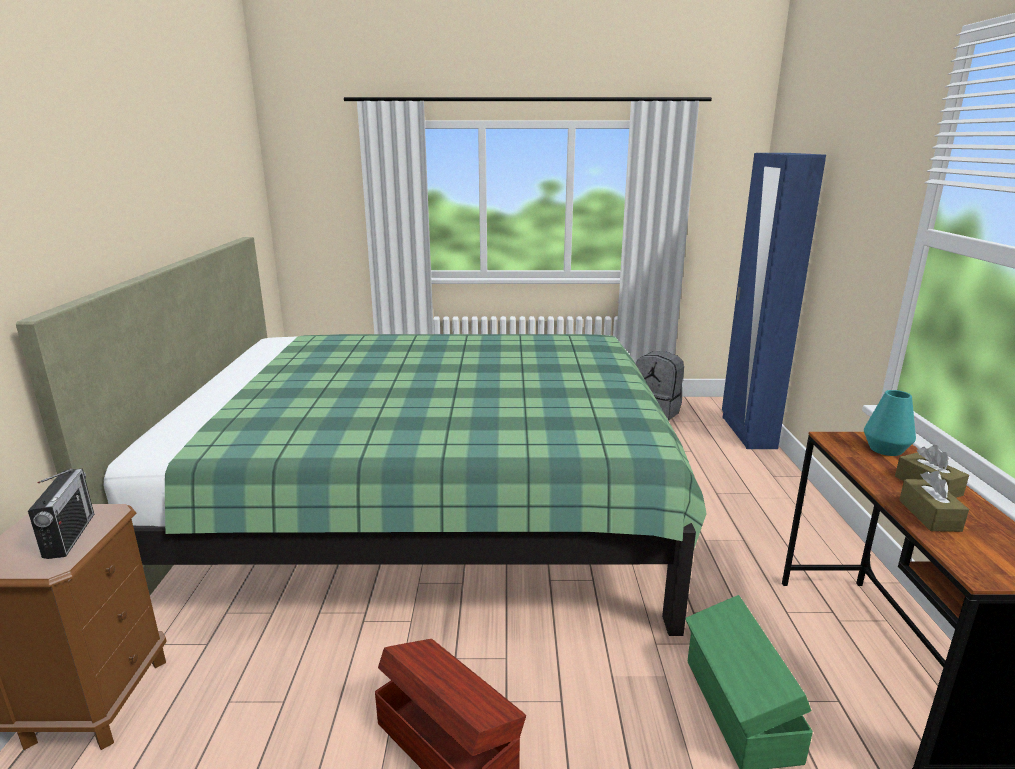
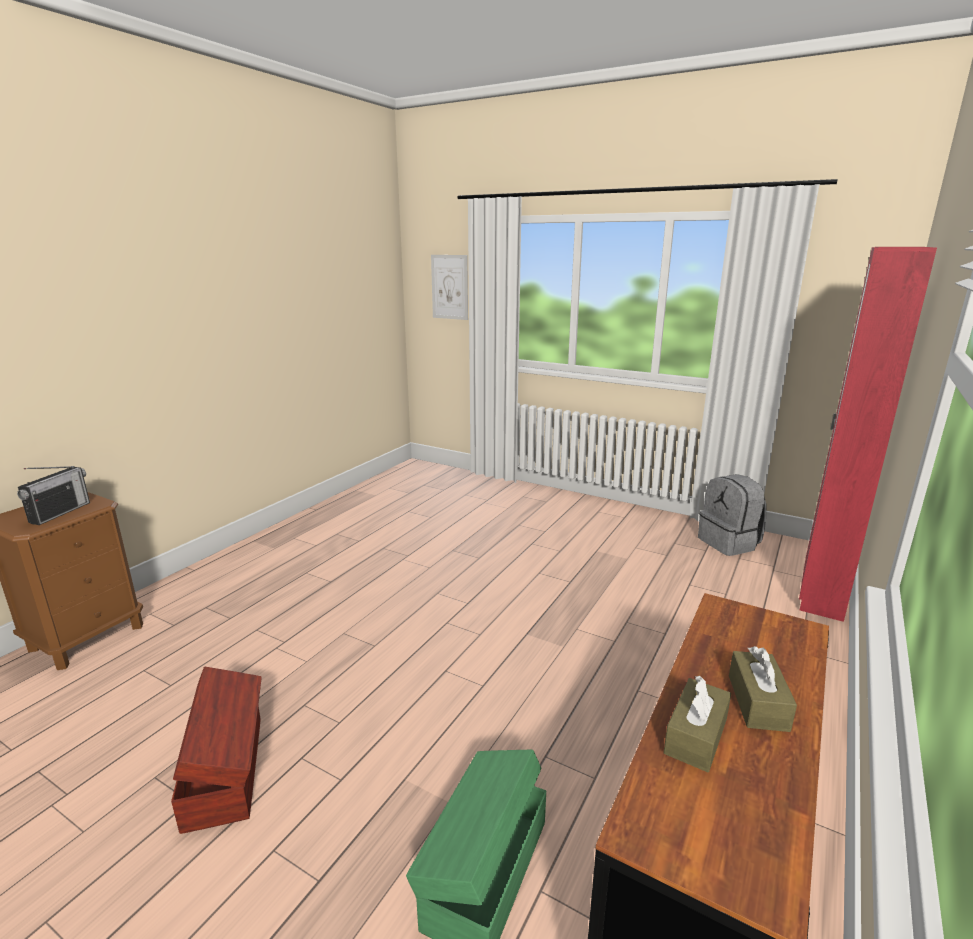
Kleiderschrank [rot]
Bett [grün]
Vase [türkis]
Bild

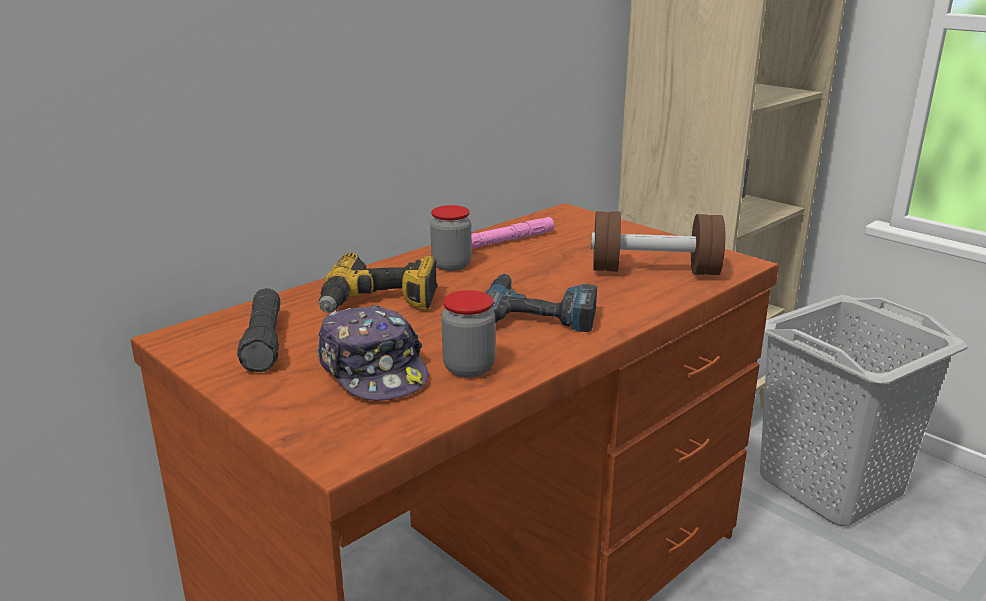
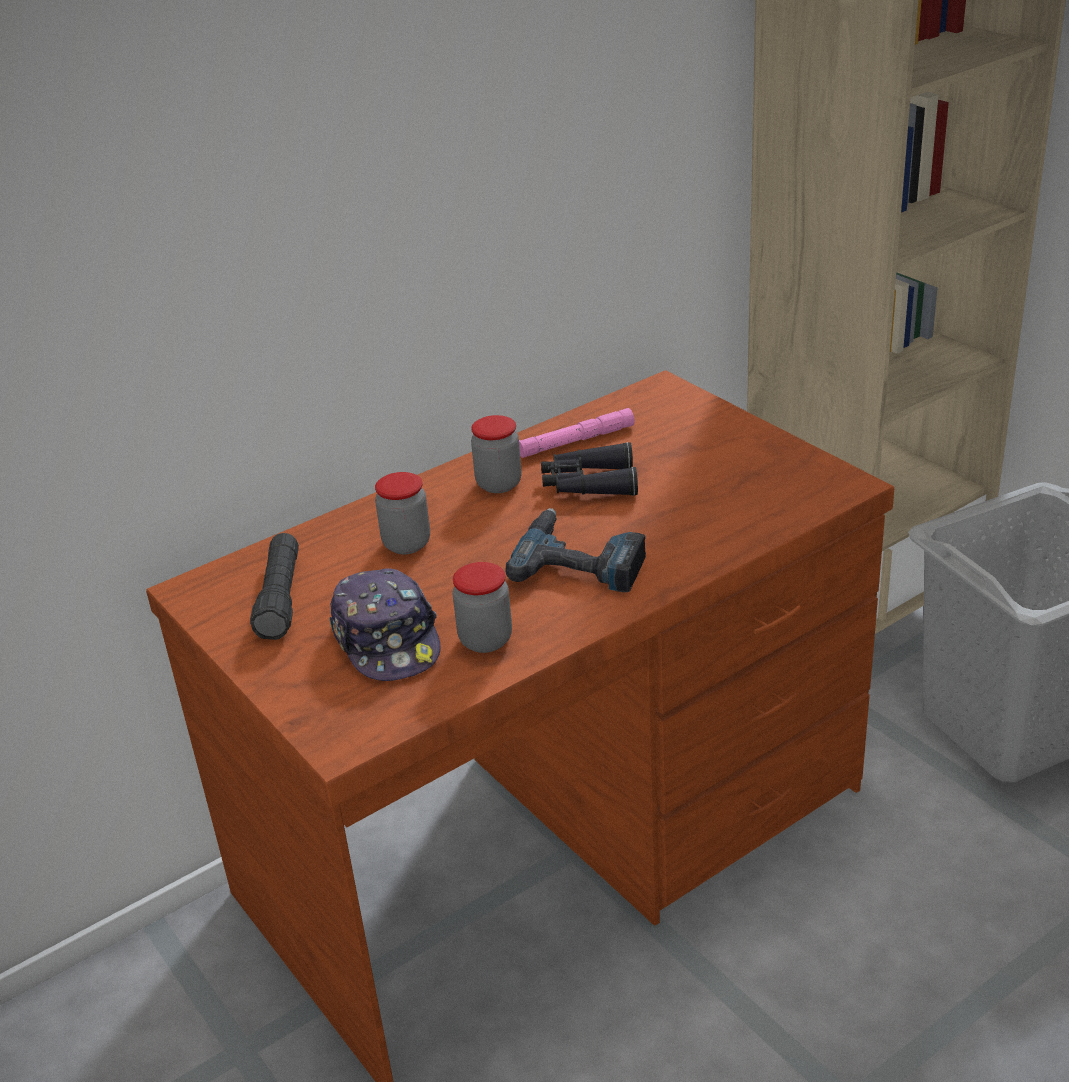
Hantel [braun]
Vorratsglas (no. 1 from left)
Fernglas [schwarz]

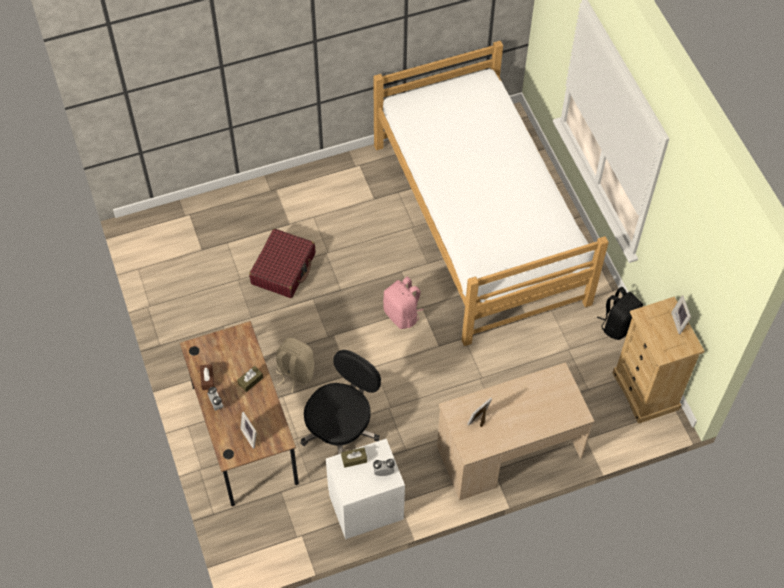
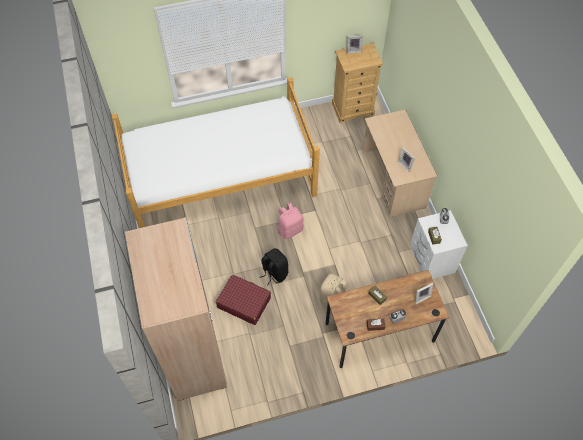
Rucksack [schwarz]
Bürostuhl [schwarz]
Kleiderschrank [beige]

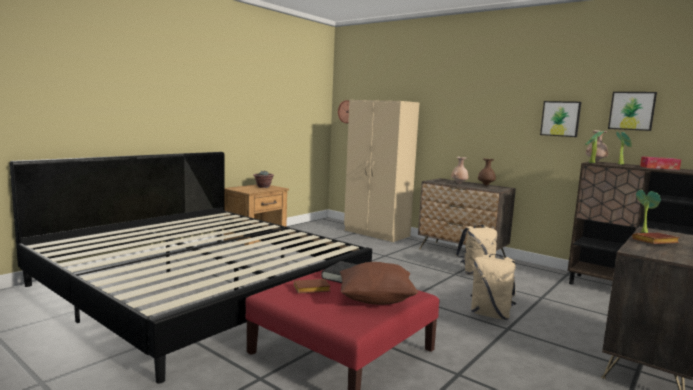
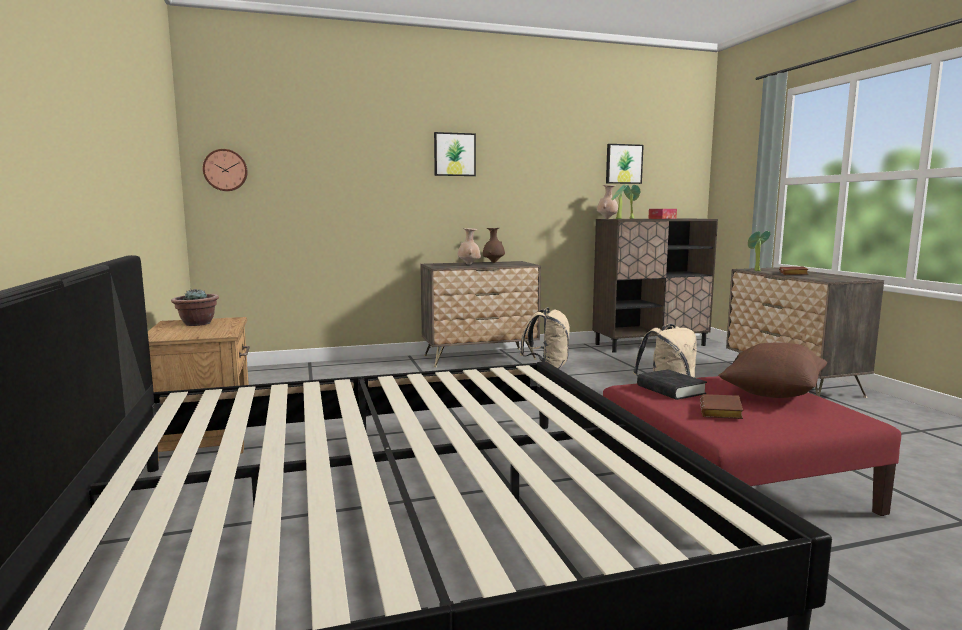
Kleiderschrank [beige]
Bild (no. 1 from left)

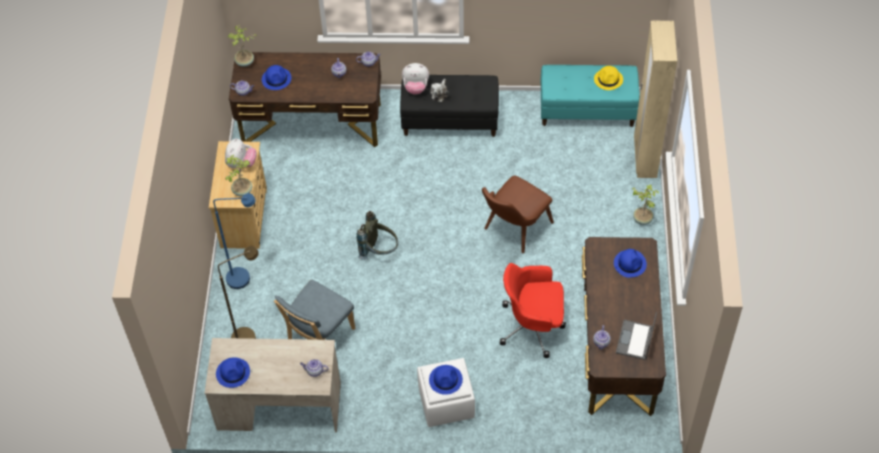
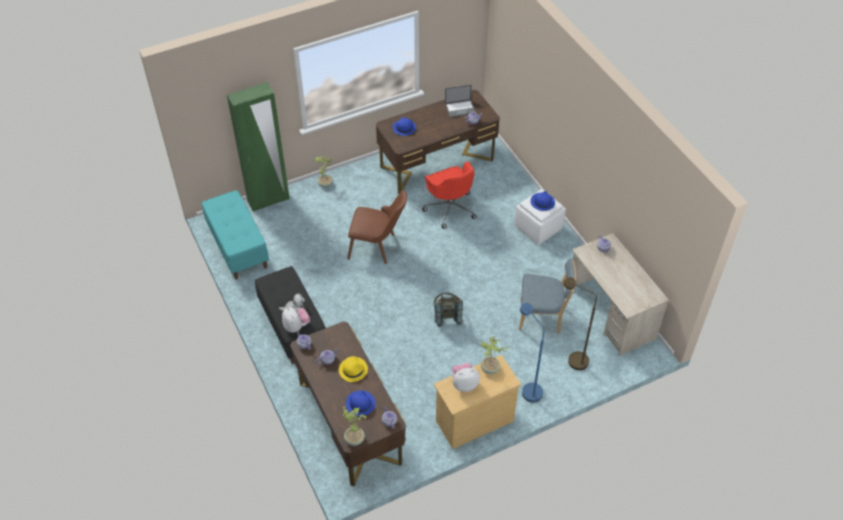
Kleiderschrank [grün]
Hut [gelb]
Hut [blau] (no. 1 from left in the first image)

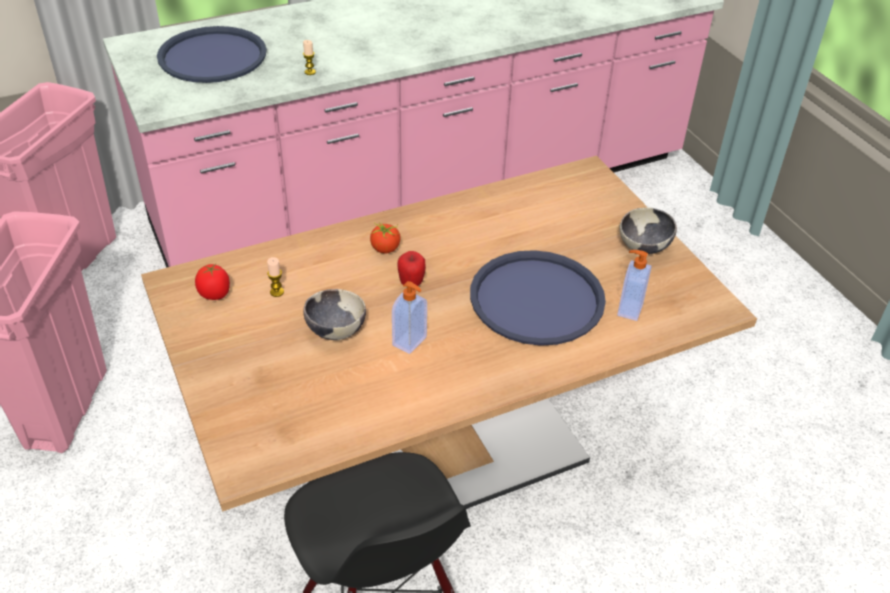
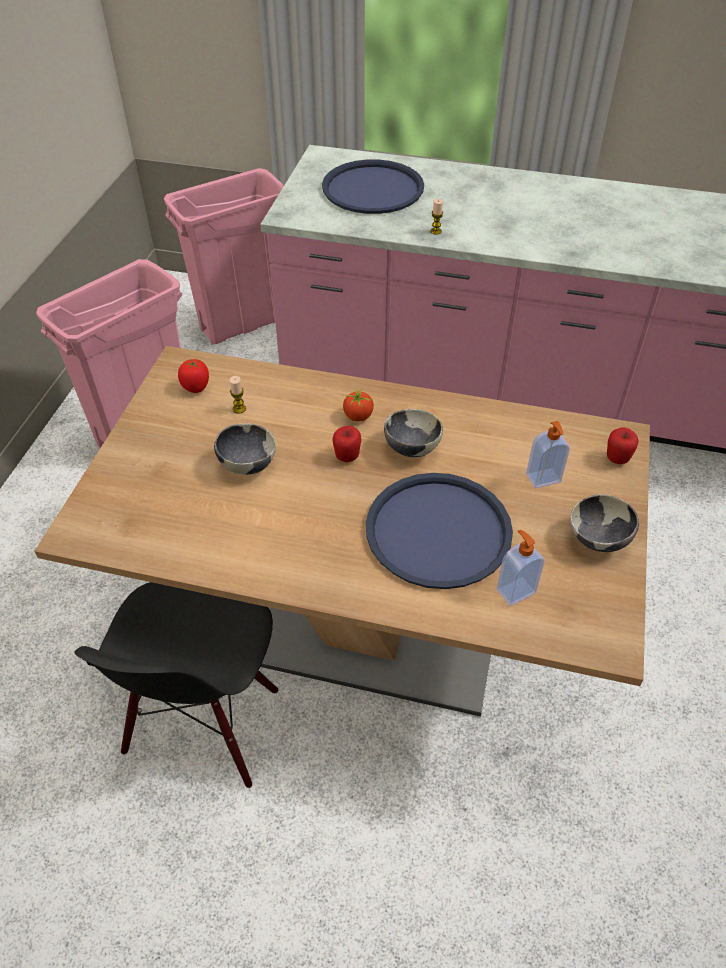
Seifenspender (no. 2 from left)
Schüssel (no. 2 from left)
Apfel (no. 2 from left)

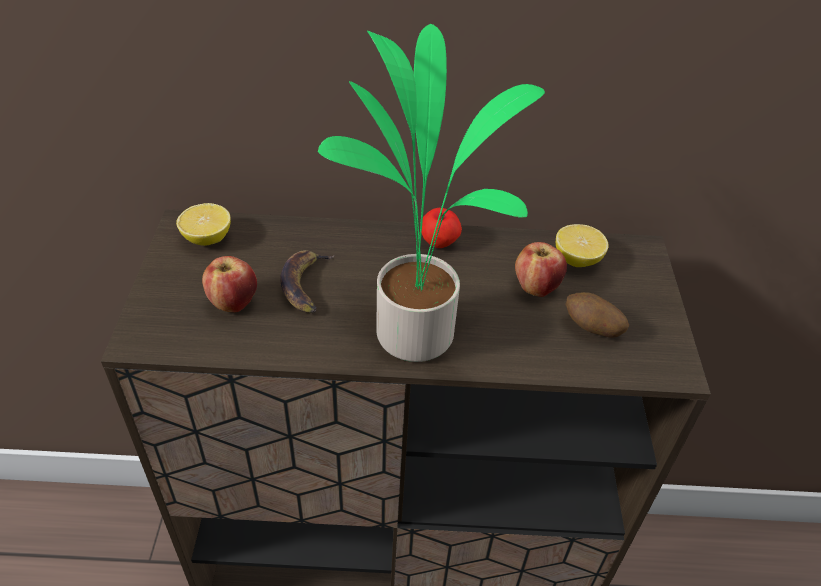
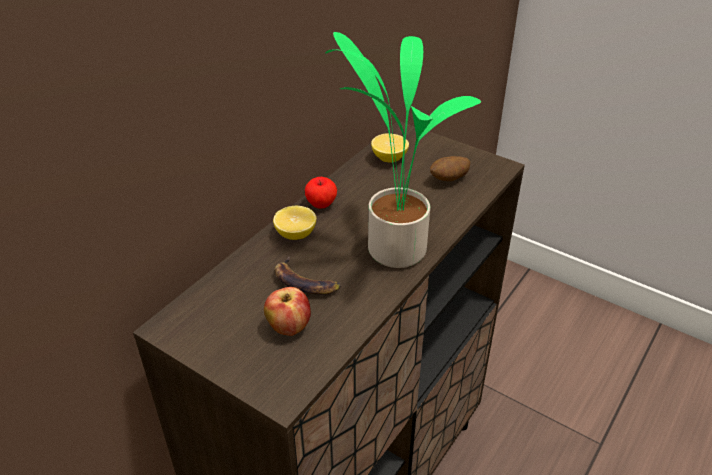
Zitrone (no. 1 from left)
Apfel (no. 3 from left in the first image)

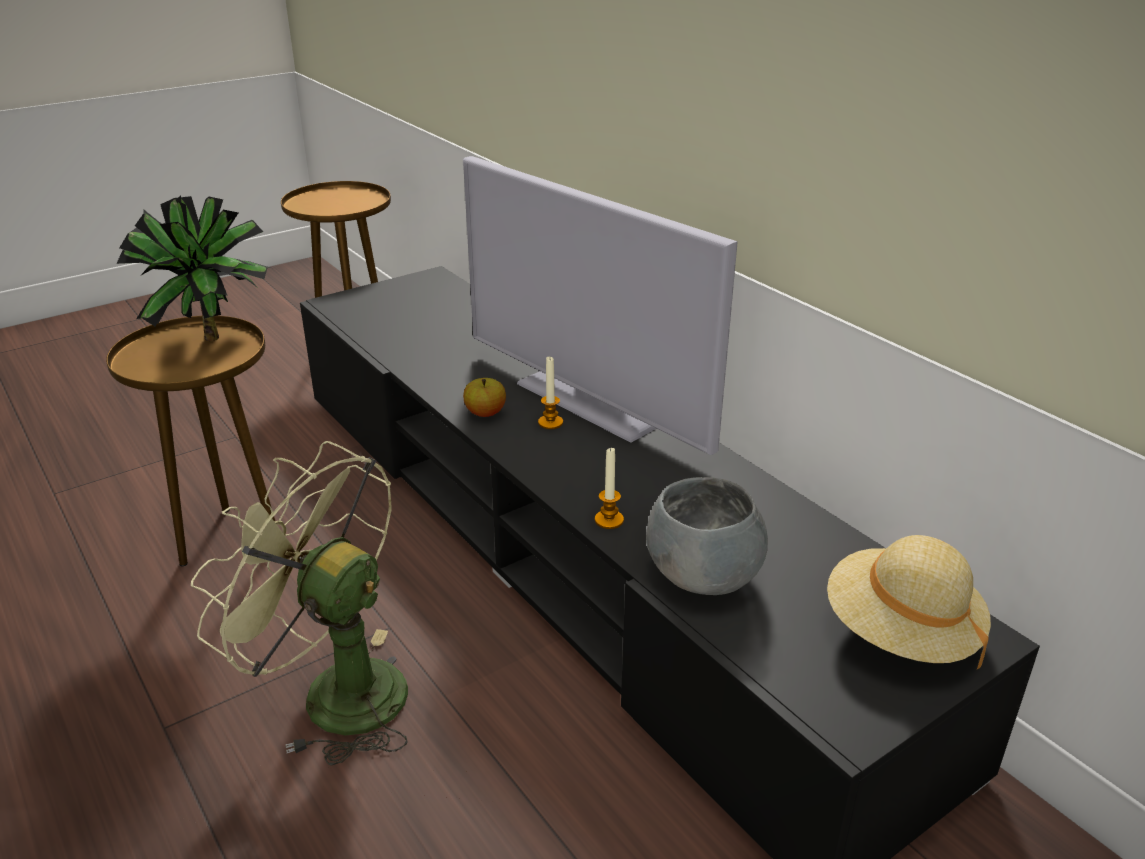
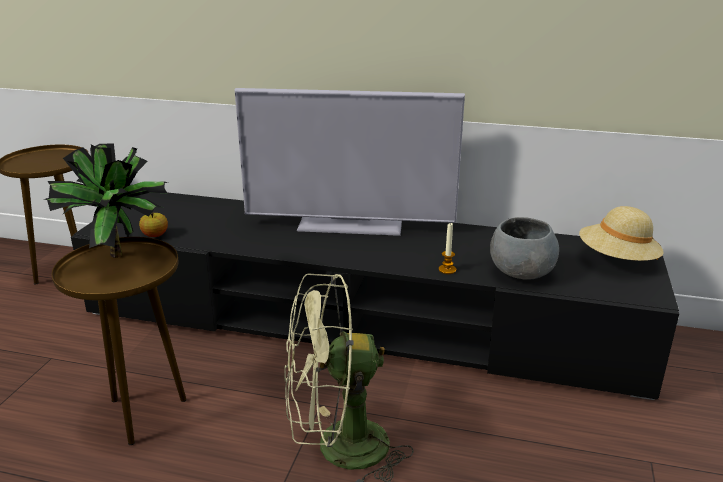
Kerze (no. 1 from left in the first image)
Apfel

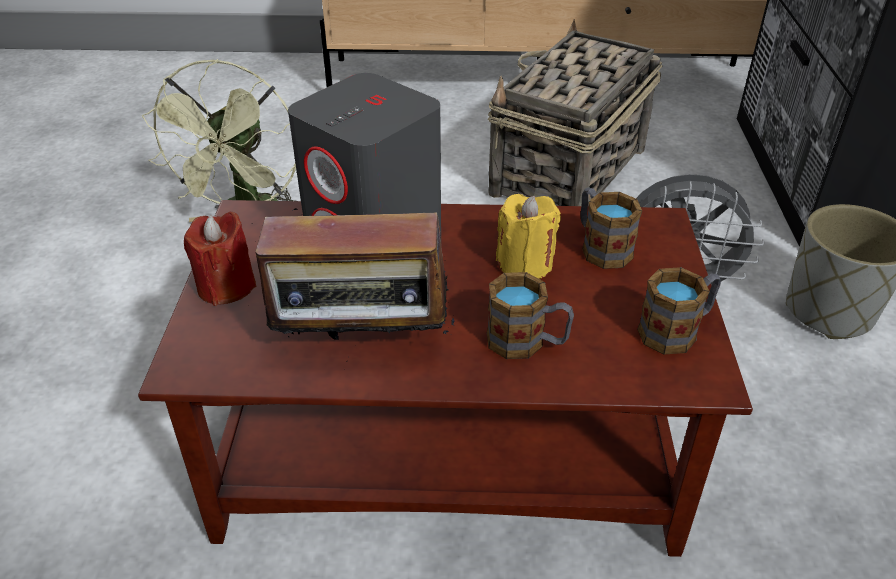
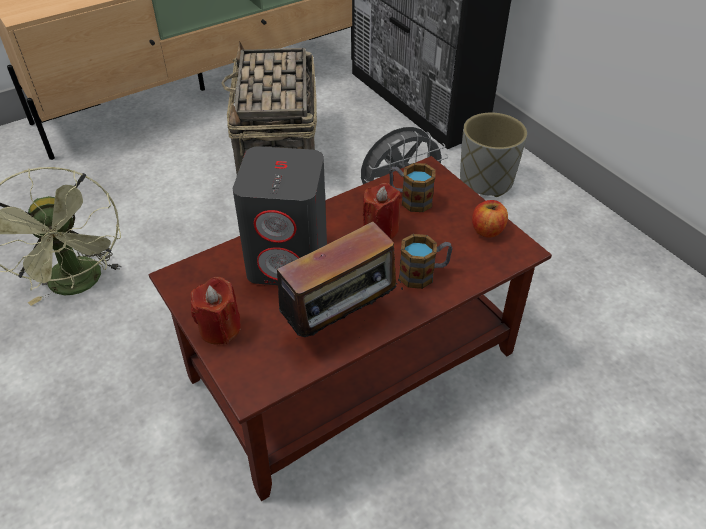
Kerze [rot] (no. 2 from left)
Apfel

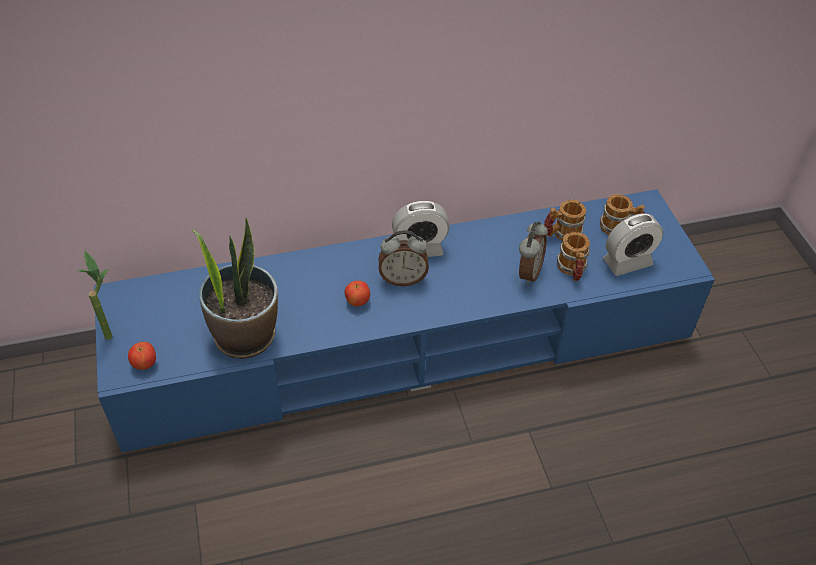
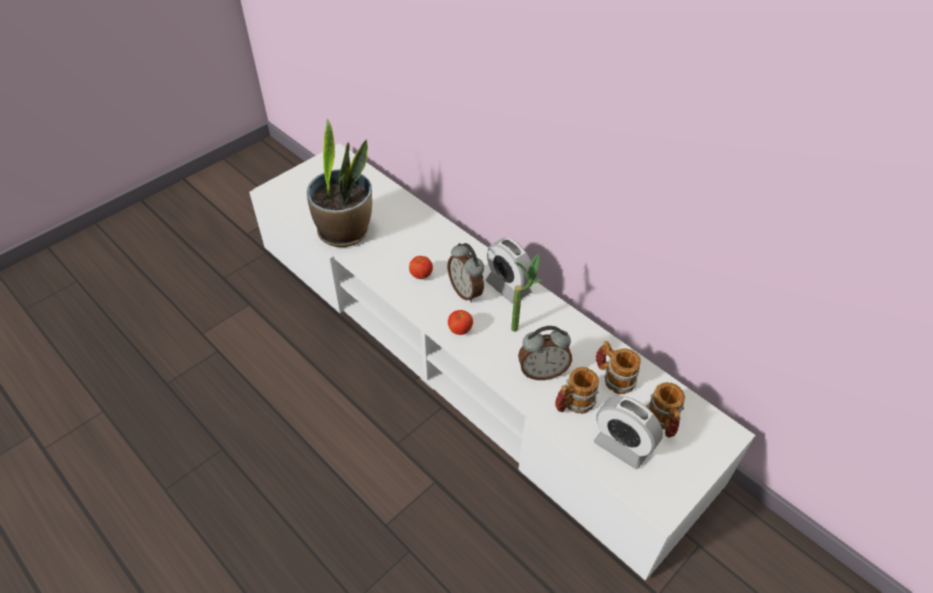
Fernsehschrank [weiß]
Topfpflanze (no. 2 from left)
Apfel (no. 2 from left)

